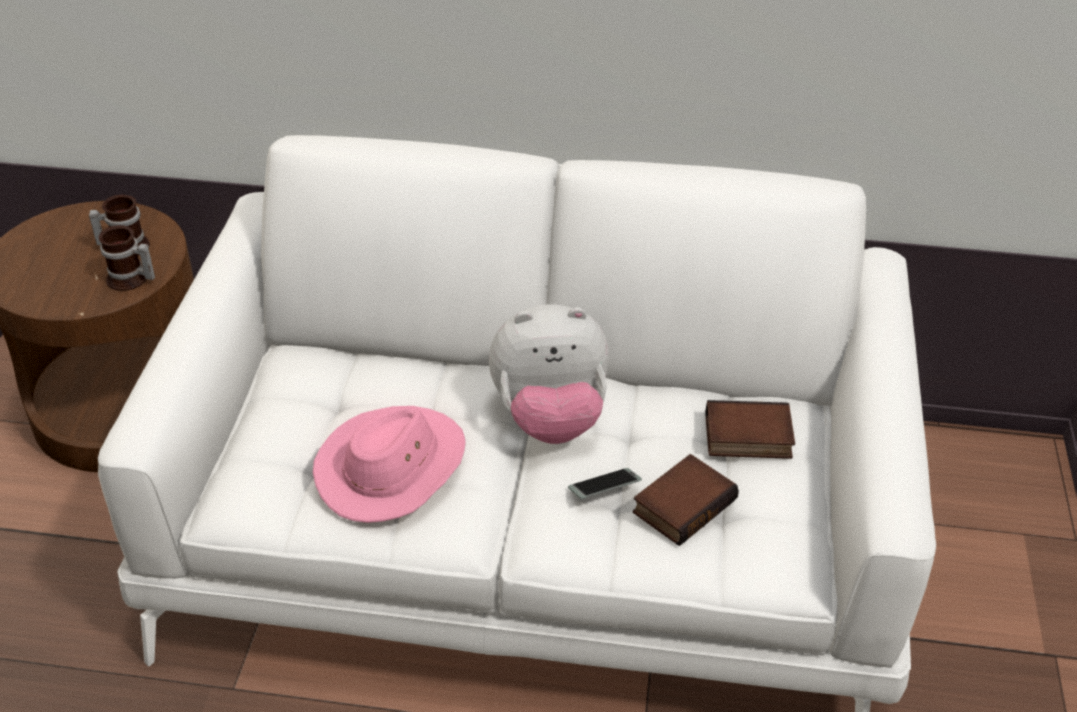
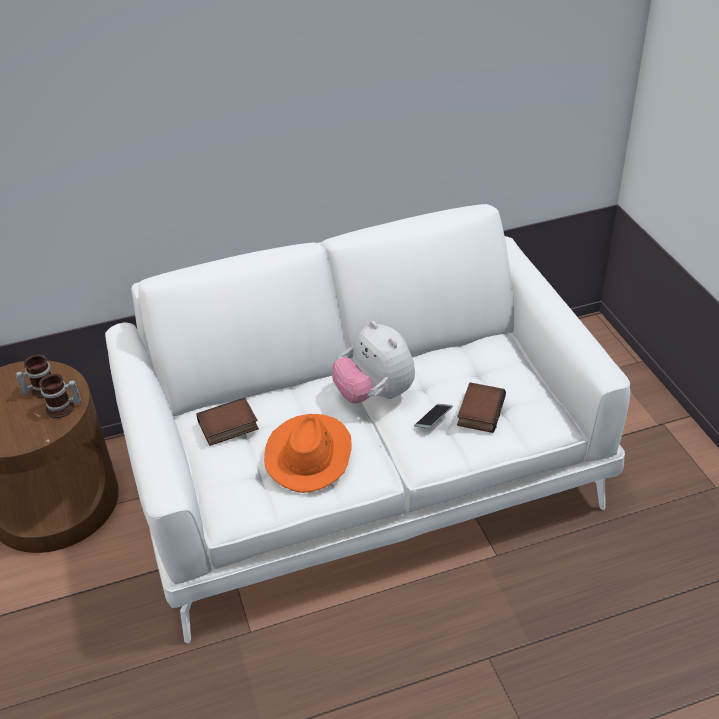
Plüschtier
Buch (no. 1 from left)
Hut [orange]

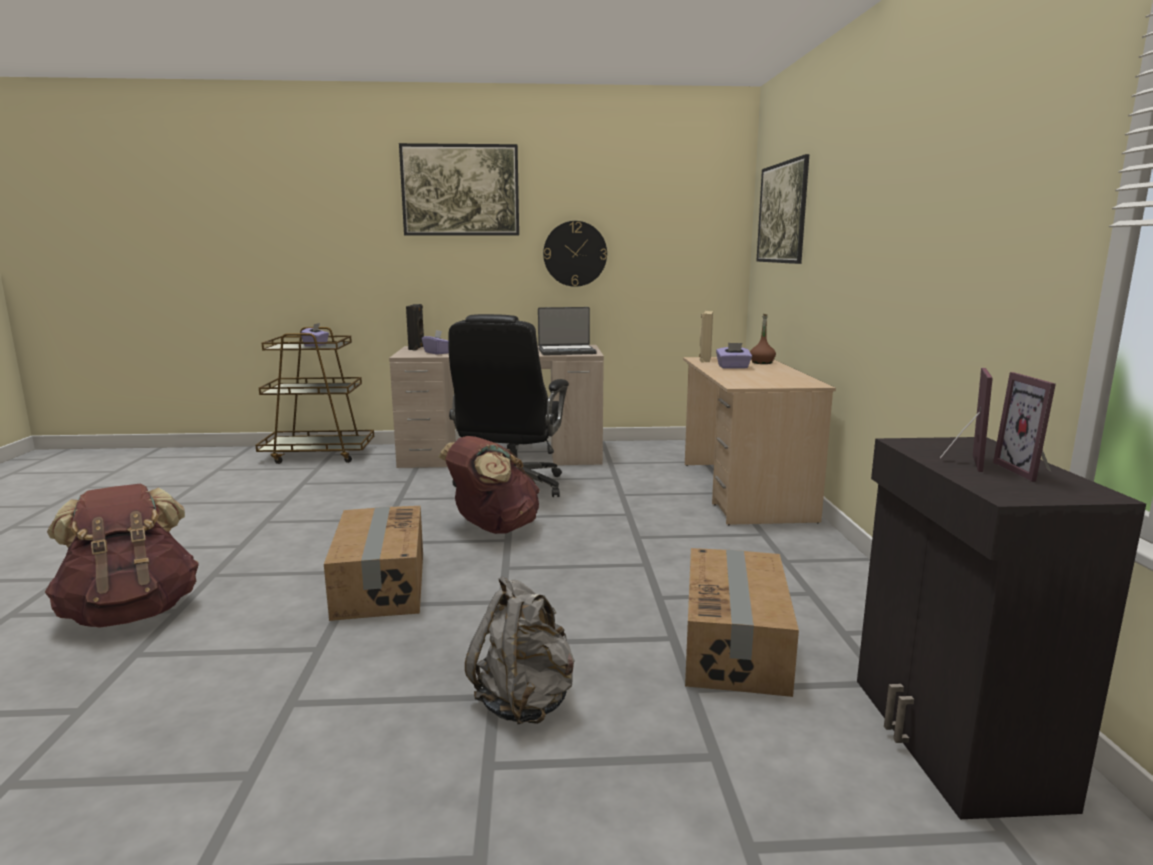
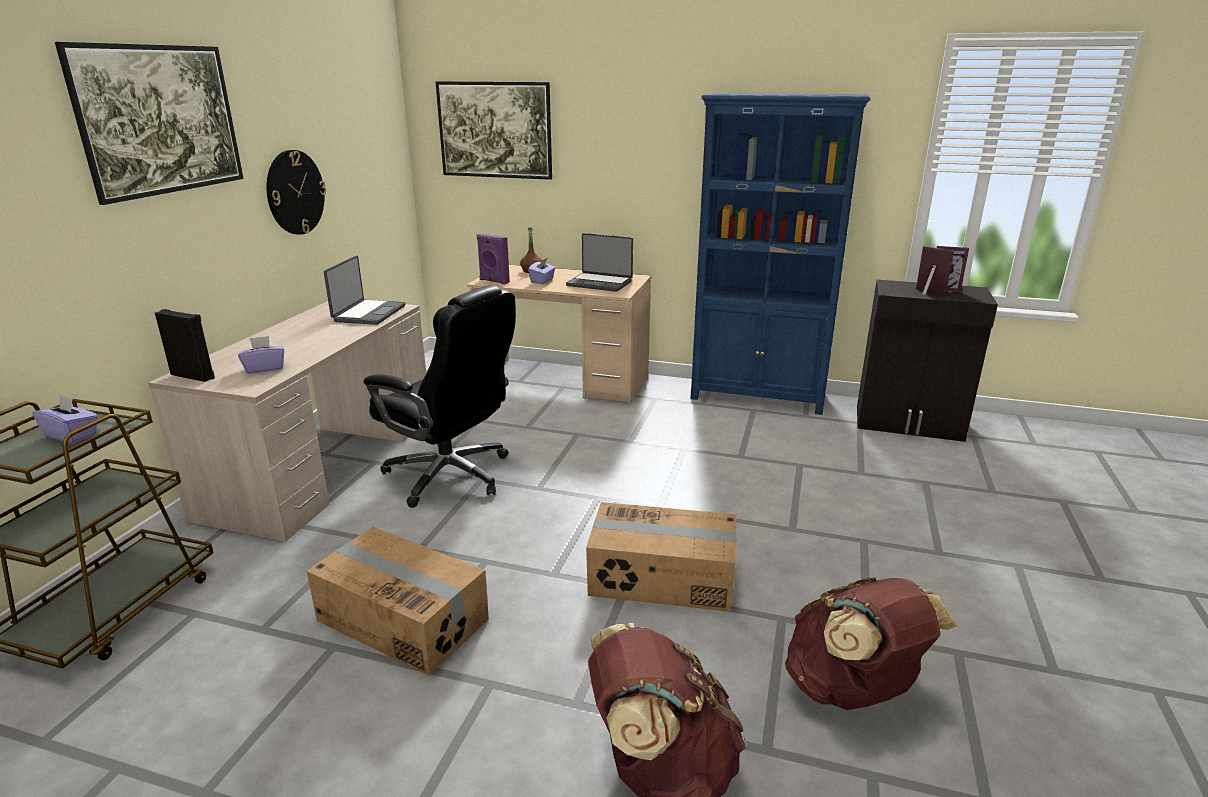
Lautsprecher [lila]
Rucksack [braun] (no. 2 from left)
Karton (no. 1 from left)
Rucksack [grau]
Bücherregal [blau]
Laptop (no. 2 from left)

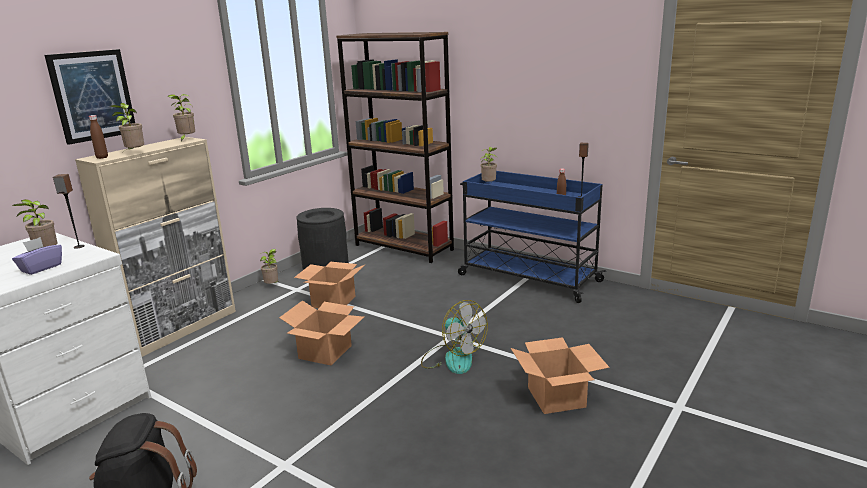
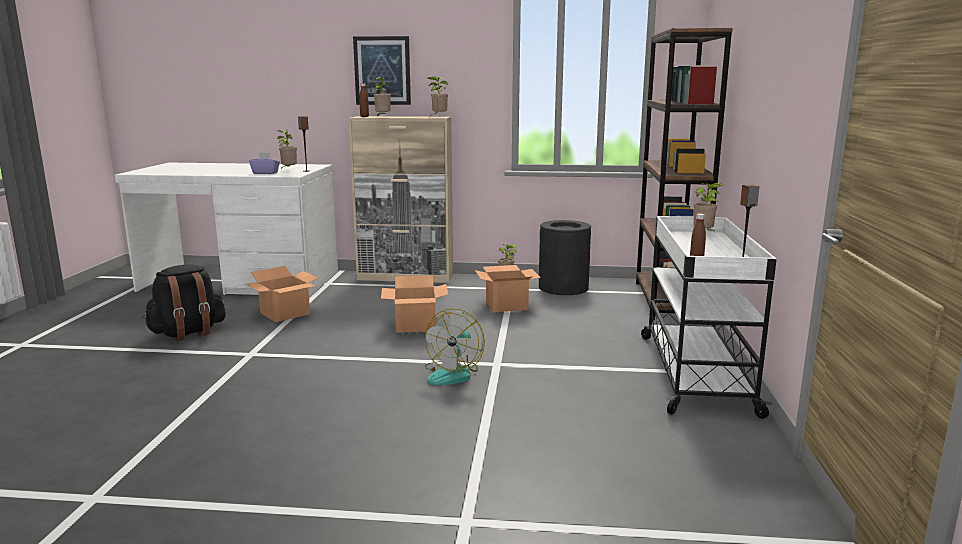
Rollwagen [weiß]
Karton (no. 1 from left)

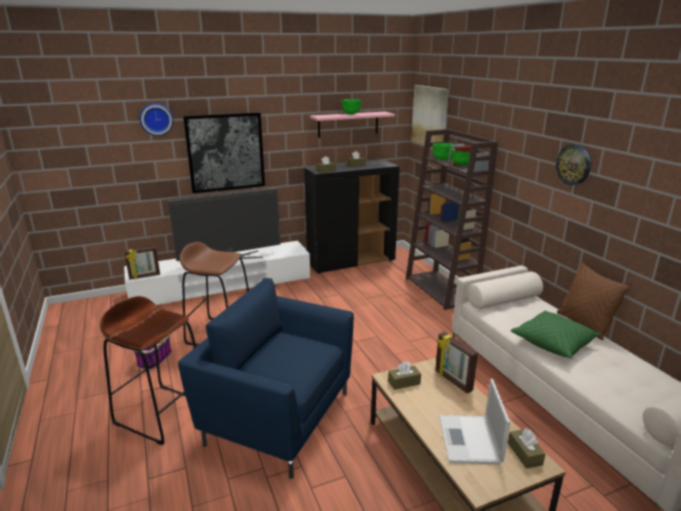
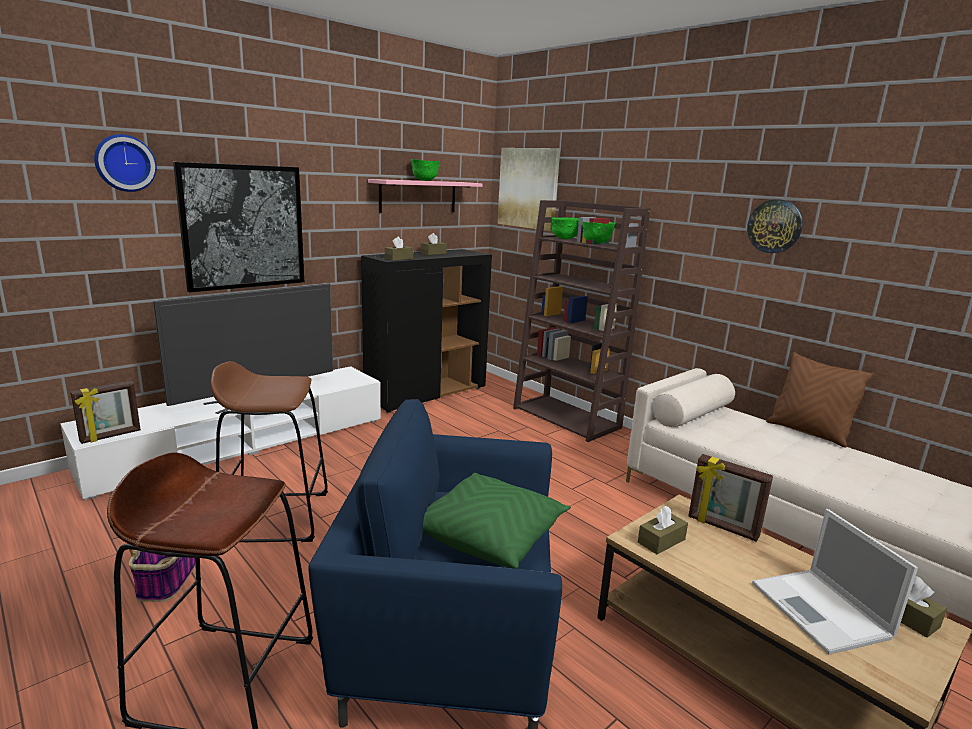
Kissen [grün]

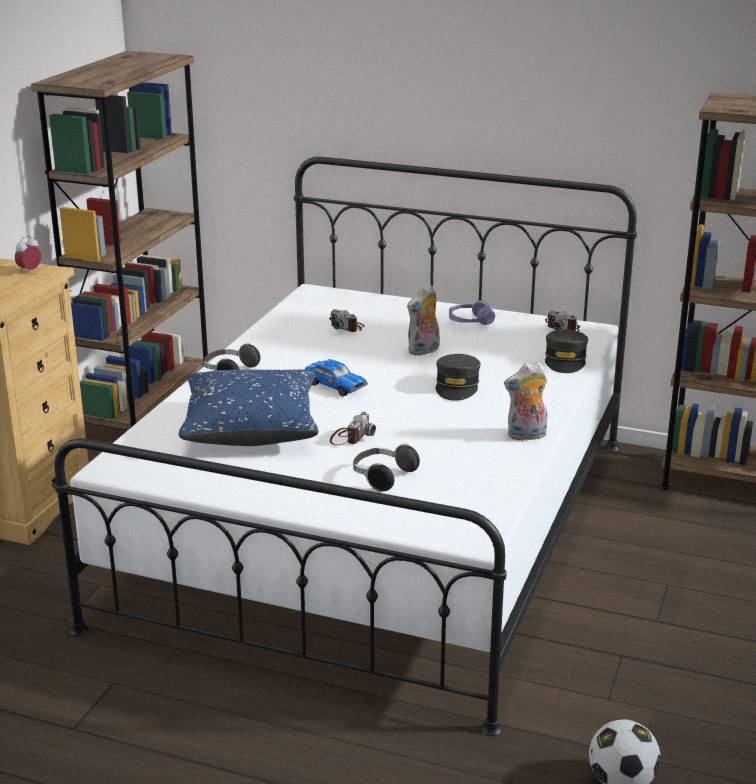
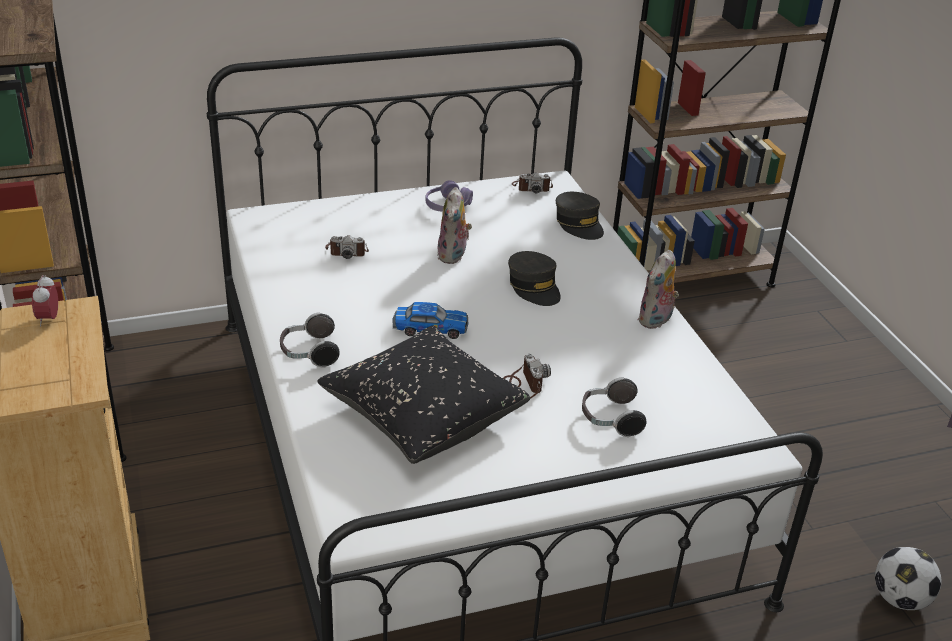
Kissen [schwarz]

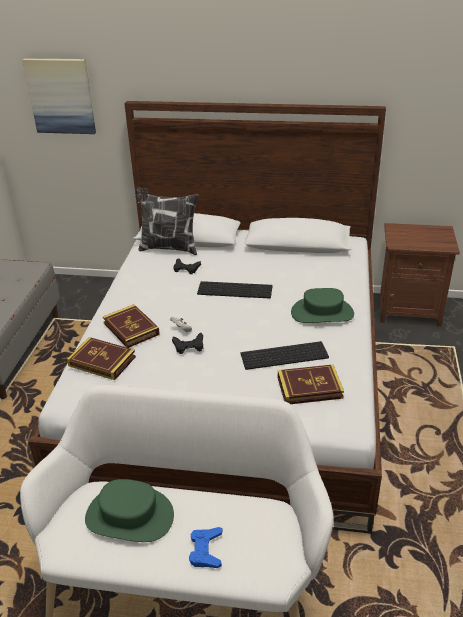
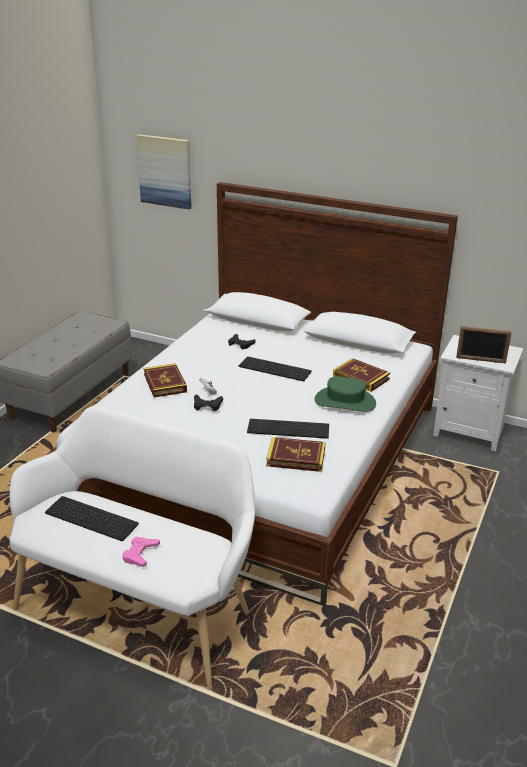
Kissen
Nachttisch [weiß]
Buch (no. 3 from left)
Tastatur (no. 1 from left)
Gamepad [rosa]
Bilderrahmen

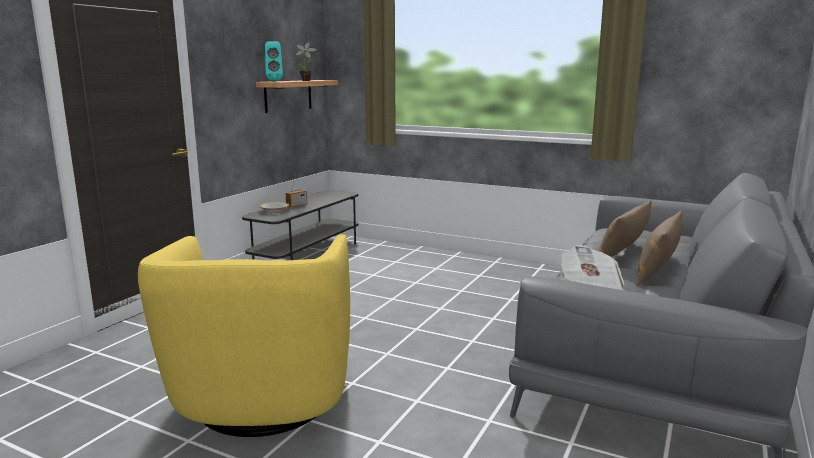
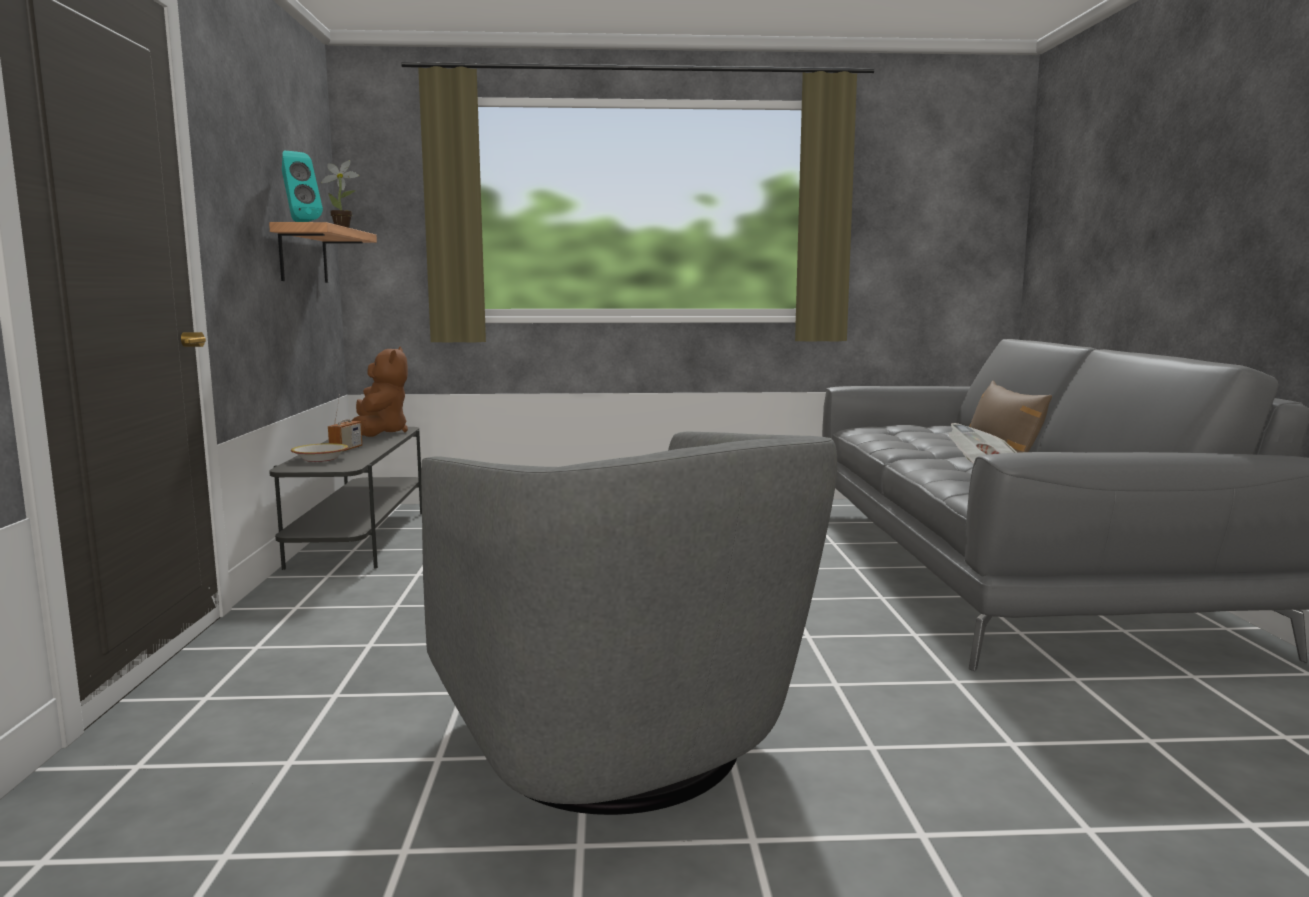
Kissen [braun] (no. 1 from left in the first image)
Sessel [grau]
Plüschtier [braun]

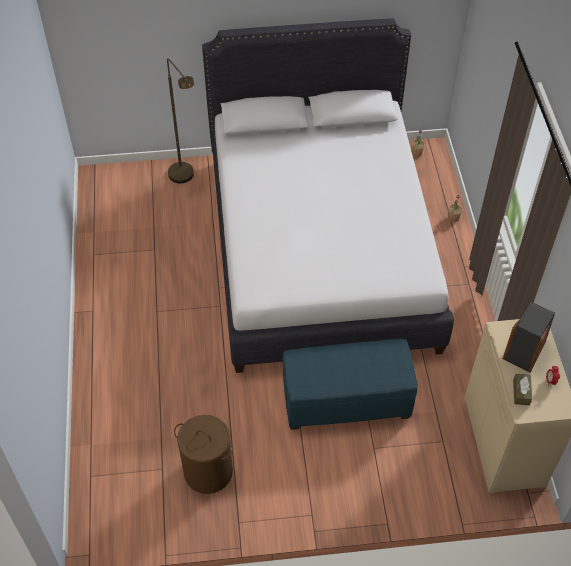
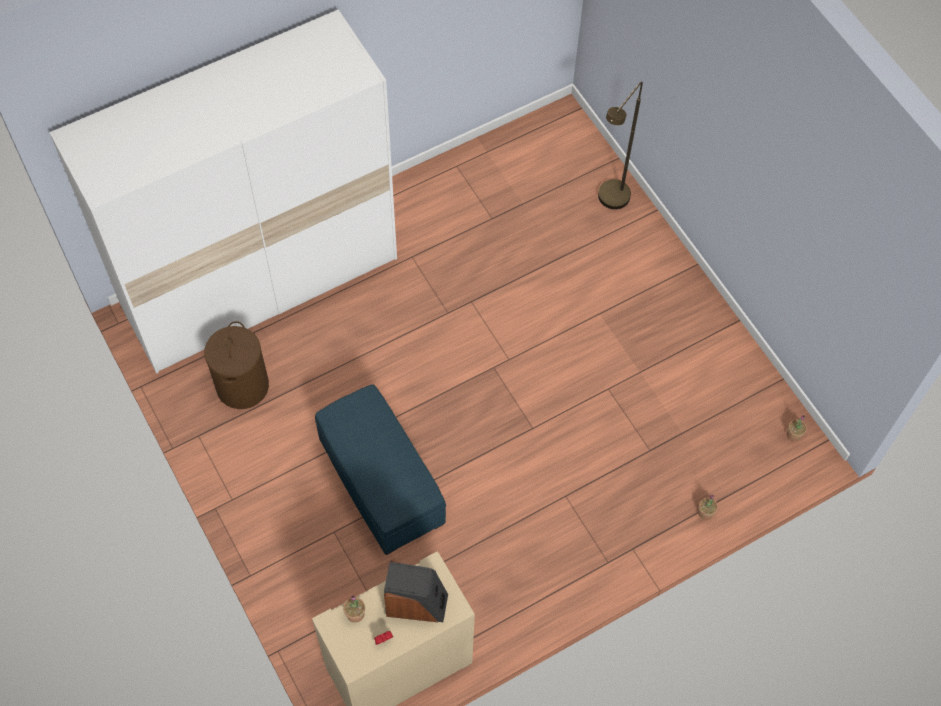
Bett [weiß]
Topfpflanze (no. 1 from left)
Kleiderschrank [weiß]

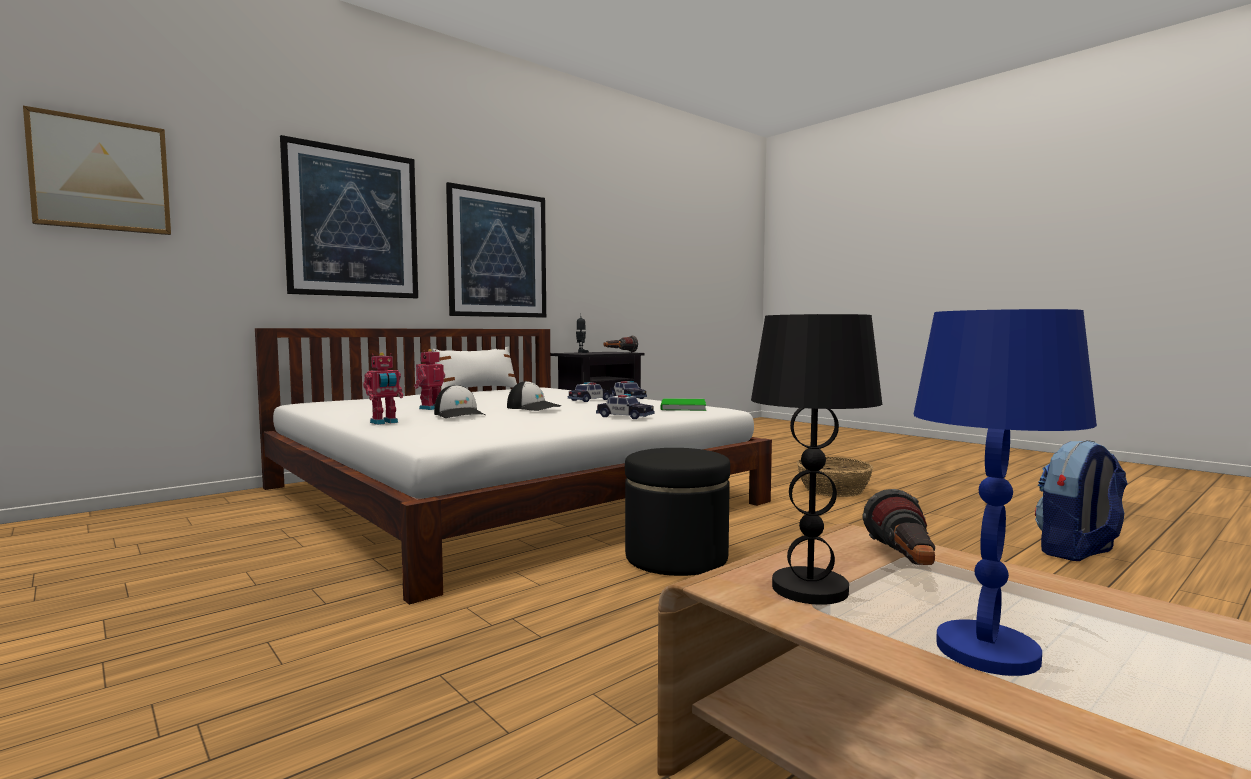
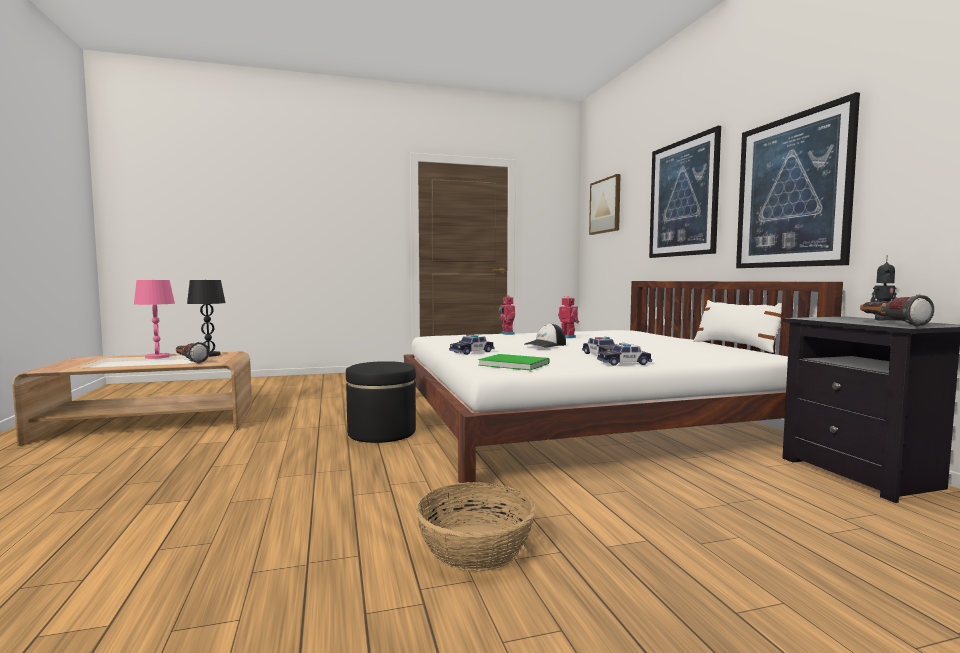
Tischlampe [rosa]
Kappe (no. 1 from left in the first image)
Rucksack

